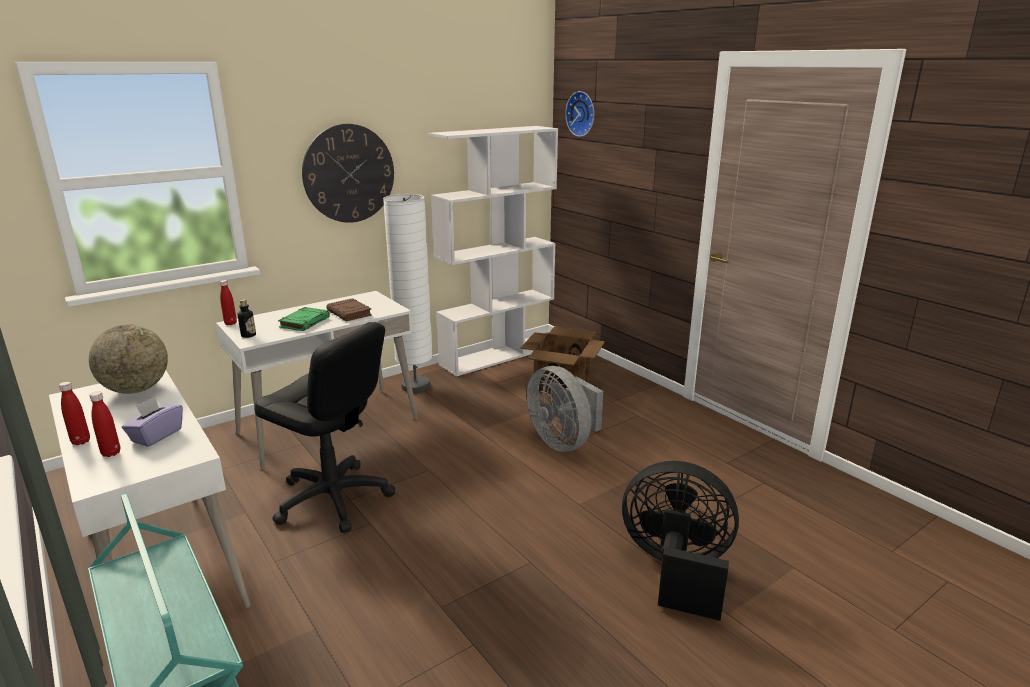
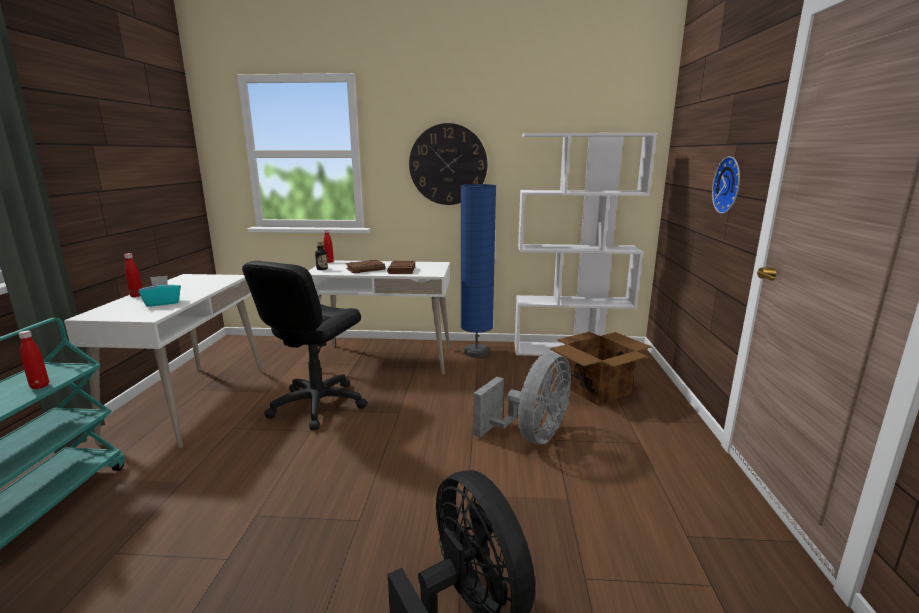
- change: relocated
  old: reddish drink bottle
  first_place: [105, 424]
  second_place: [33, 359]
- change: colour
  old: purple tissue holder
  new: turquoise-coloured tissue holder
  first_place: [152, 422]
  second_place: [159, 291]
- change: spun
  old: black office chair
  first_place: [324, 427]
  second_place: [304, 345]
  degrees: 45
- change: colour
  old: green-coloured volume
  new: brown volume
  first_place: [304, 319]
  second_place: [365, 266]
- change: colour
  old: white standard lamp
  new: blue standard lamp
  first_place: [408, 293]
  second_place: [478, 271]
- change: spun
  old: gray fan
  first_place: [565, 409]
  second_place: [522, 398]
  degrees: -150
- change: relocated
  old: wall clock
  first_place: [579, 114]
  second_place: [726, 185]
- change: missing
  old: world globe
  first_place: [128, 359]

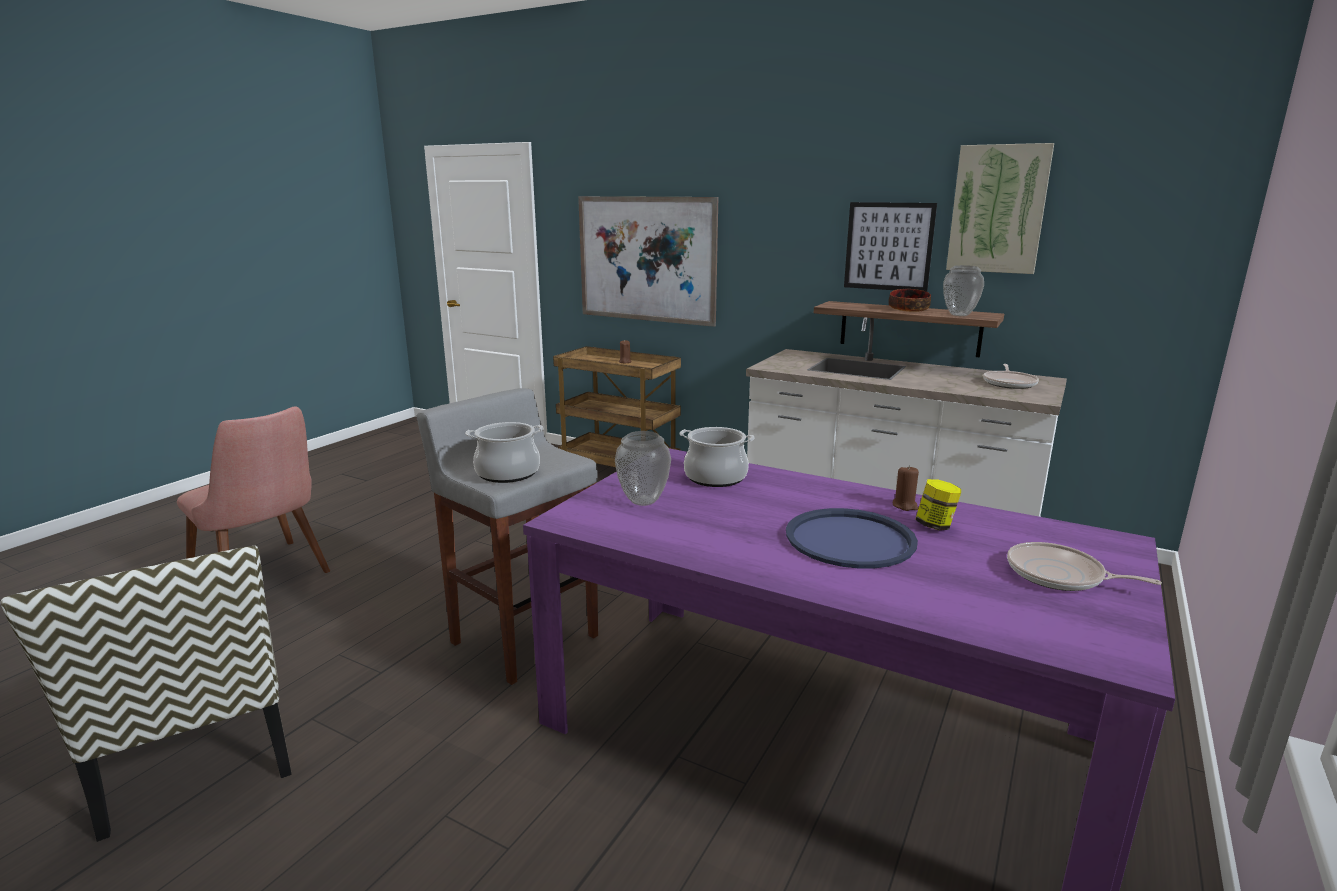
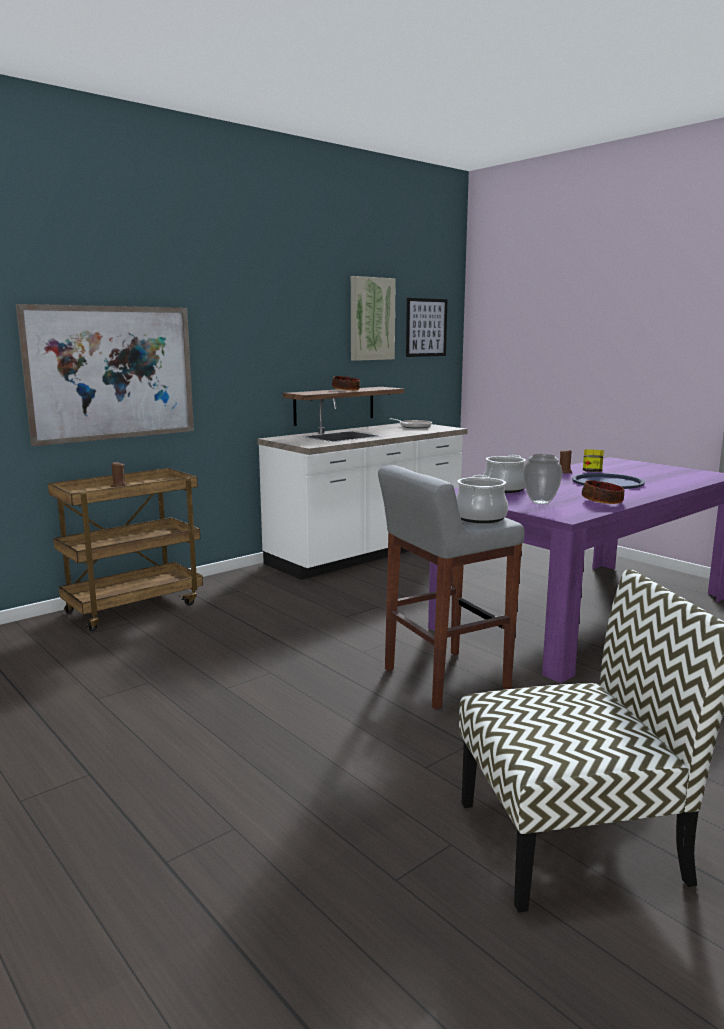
- change: relocated
  old: picture
  first_place: [890, 247]
  second_place: [426, 327]
- change: appeared
  new: deep dish
  second_place: [603, 492]
- change: missing
  old: pink plain chair
  first_place: [253, 489]
- change: missing
  old: vase
  first_place: [963, 290]
- change: missing
  old: pan
  first_place: [1084, 566]

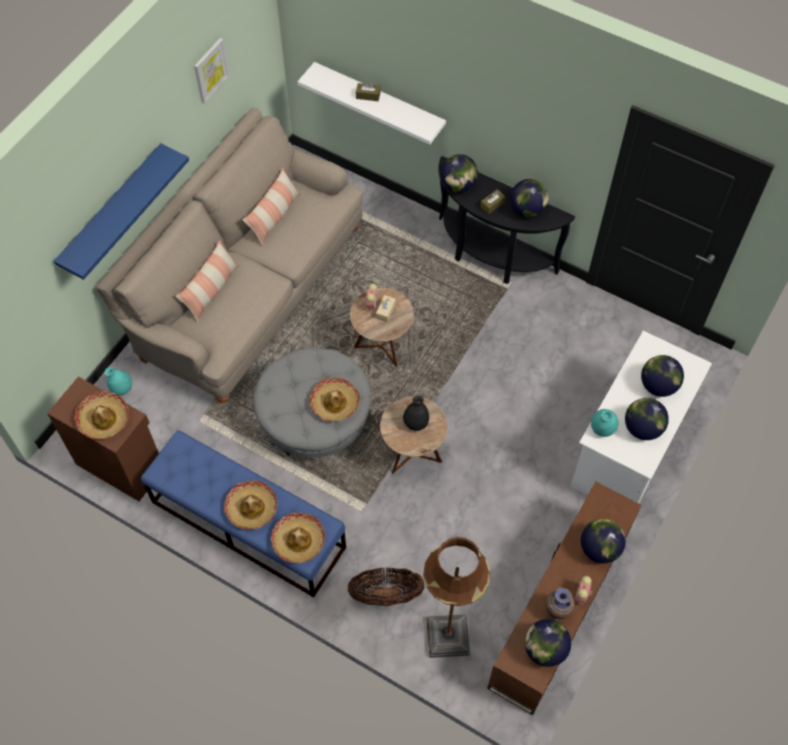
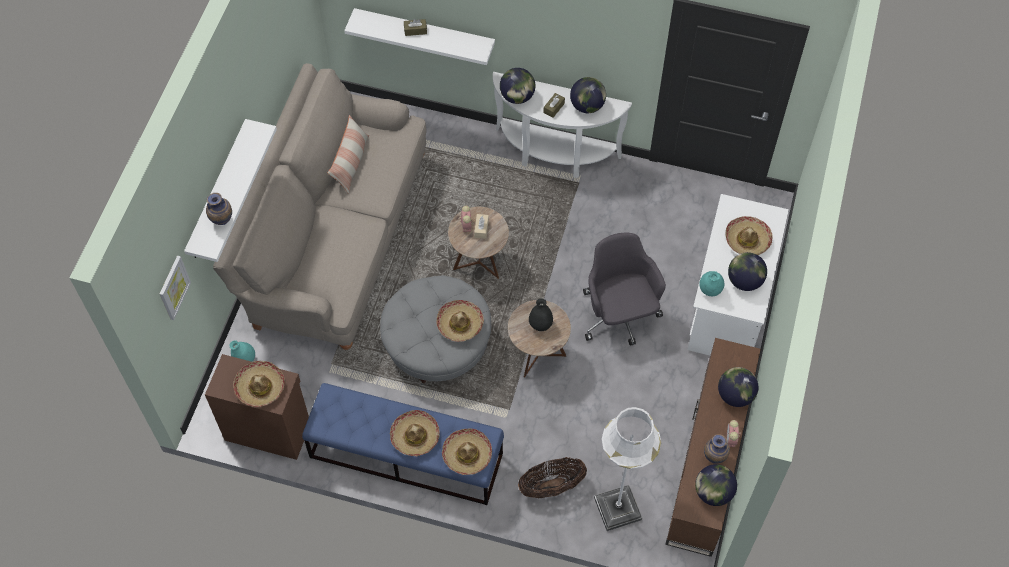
- change: relocated
  old: picture
  first_place: [211, 71]
  second_place: [175, 288]
- change: colour
  old: blue bracket shelf
  new: white bracket shelf
  first_place: [121, 211]
  second_place: [230, 190]
- change: appeared
  new: vase
  second_place: [219, 209]
- change: colour
  old: black hall table
  new: white hall table
  first_place: [507, 220]
  second_place: [562, 125]
- change: appeared
  new: gray office chair
  second_place: [624, 289]
- change: colour
  old: brown standard lamp
  new: white standard lamp
  first_place: [456, 597]
  second_place: [627, 469]
- change: exchanged
  old: world globe
  new: hat
  first_place: [662, 376]
  second_place: [748, 235]
- change: missing
  old: throw pillow
  first_place: [207, 281]

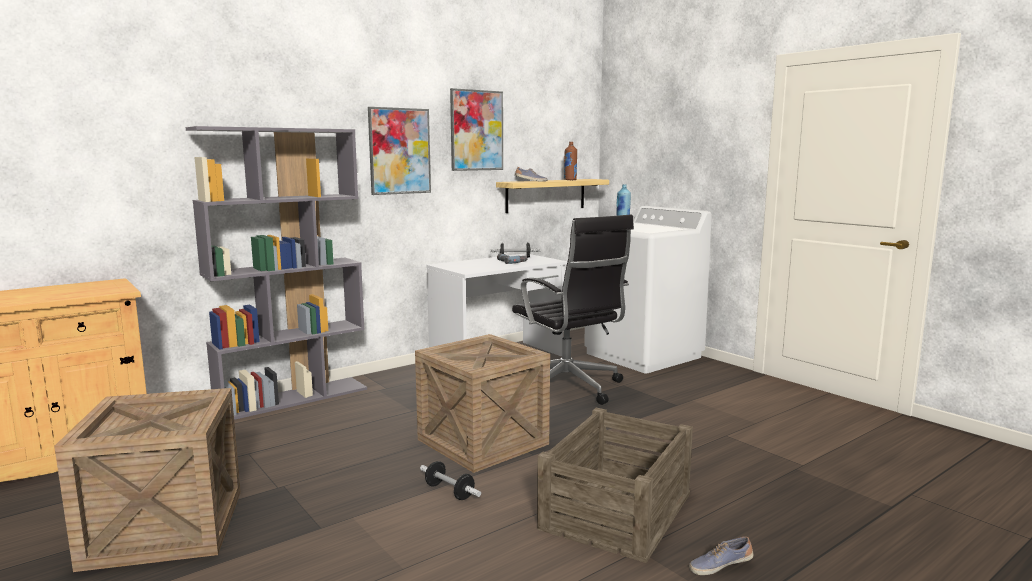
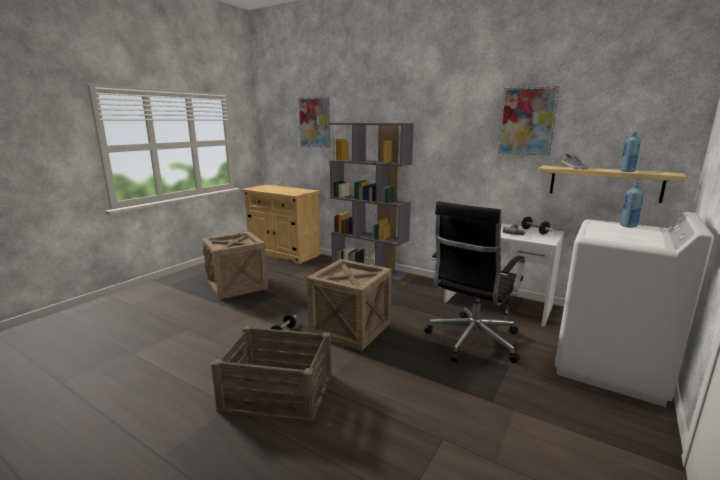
- change: relocated
  old: picture
  first_place: [399, 151]
  second_place: [314, 122]
- change: colour
  old: brown drink bottle
  new: blue drink bottle
  first_place: [570, 161]
  second_place: [630, 152]
- change: missing
  old: low shoe
  first_place: [721, 556]

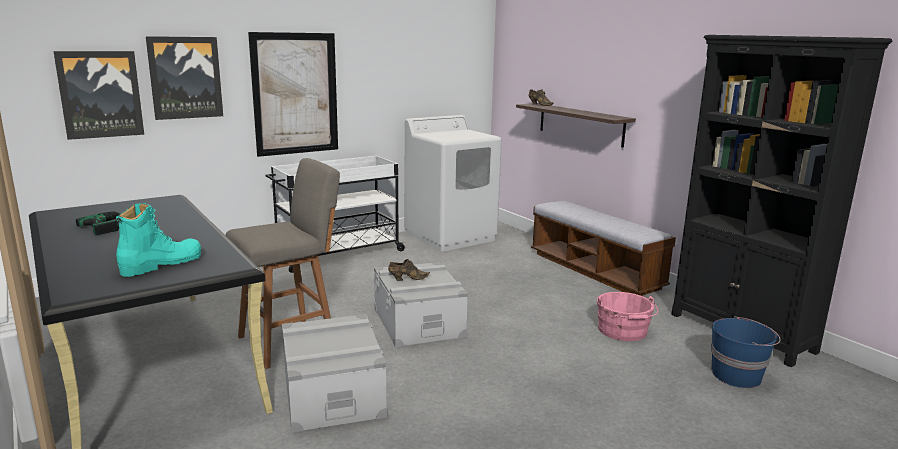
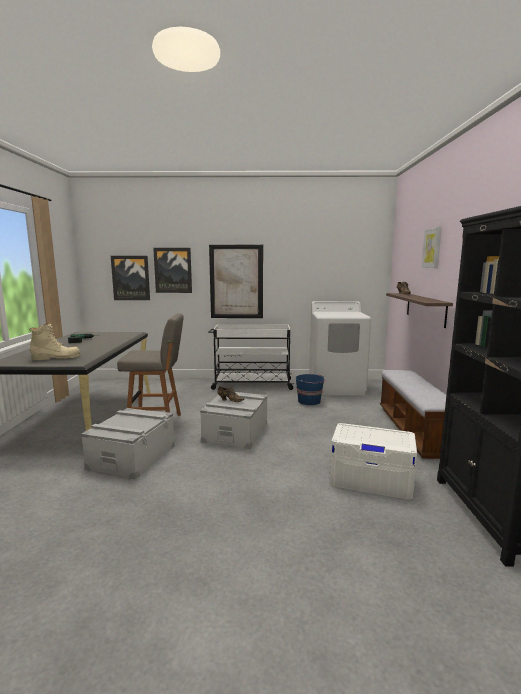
- change: colour
  old: turquoise-coloured high-top boot
  new: beige-coloured high-top boot
  first_place: [158, 240]
  second_place: [54, 341]
- change: relocated
  old: blue bucket
  first_place: [746, 352]
  second_place: [311, 389]
- change: exchanged
  old: pink bucket
  new: white storage box
  first_place: [627, 316]
  second_place: [373, 461]
- change: appeared
  new: picture
  second_place: [431, 247]

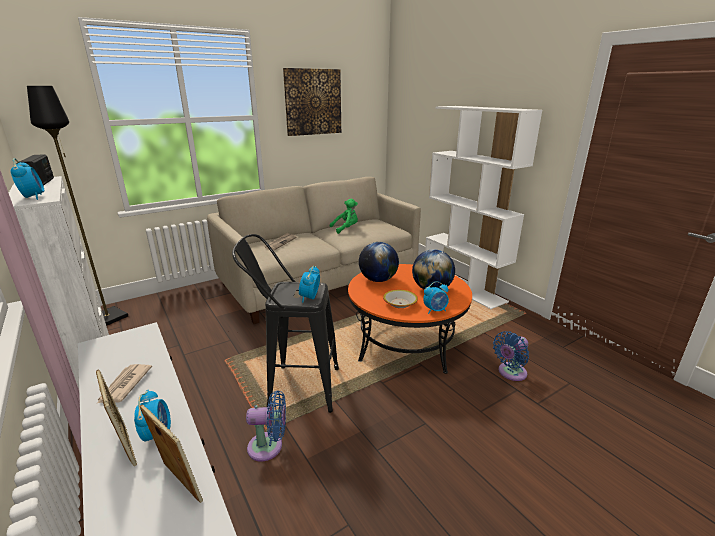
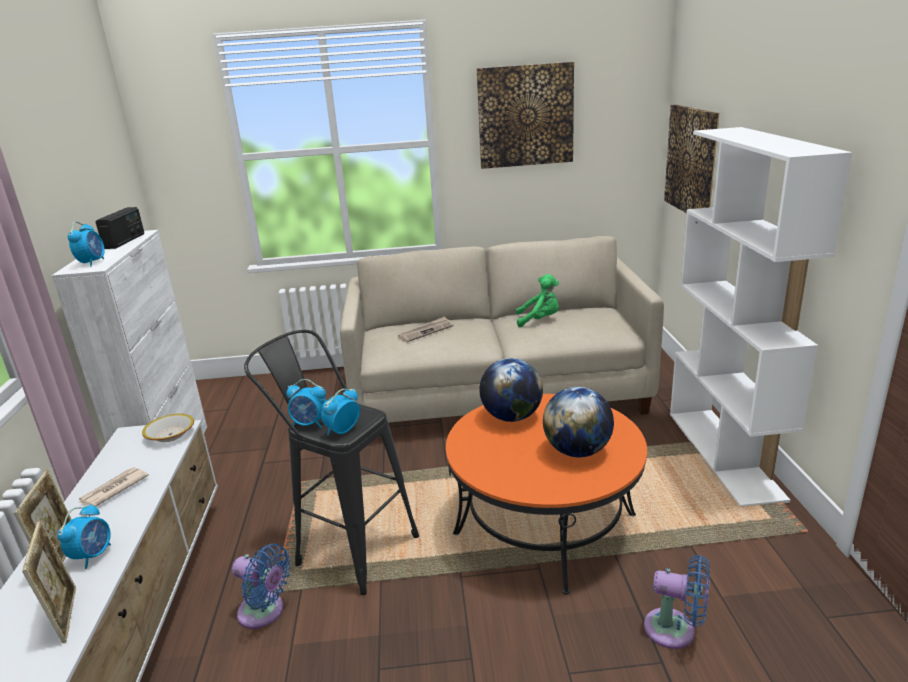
- change: relocated
  old: deep dish
  first_place: [400, 299]
  second_place: [168, 428]
- change: relocated
  old: alarm clock
  first_place: [436, 297]
  second_place: [306, 403]
- change: spun
  old: blue fan
  first_place: [511, 356]
  second_place: [677, 602]
  degrees: -150
- change: appeared
  new: picture
  second_place: [691, 158]
- change: missing
  old: black standard lamp
  first_place: [77, 206]

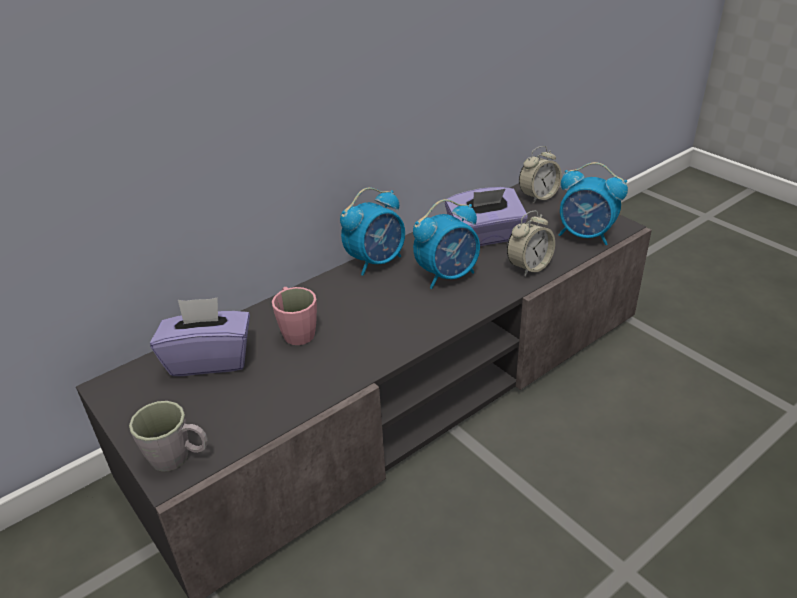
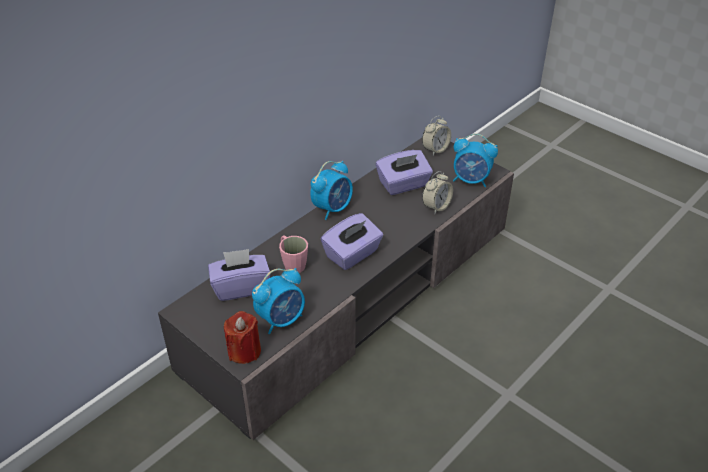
- change: exchanged
  old: gray tea mug
  new: reddish wax light
  first_place: [168, 436]
  second_place: [242, 337]
- change: relocated
  old: alarm clock
  first_place: [446, 244]
  second_place: [278, 301]
- change: appeared
  new: purple tissue holder
  second_place: [352, 241]

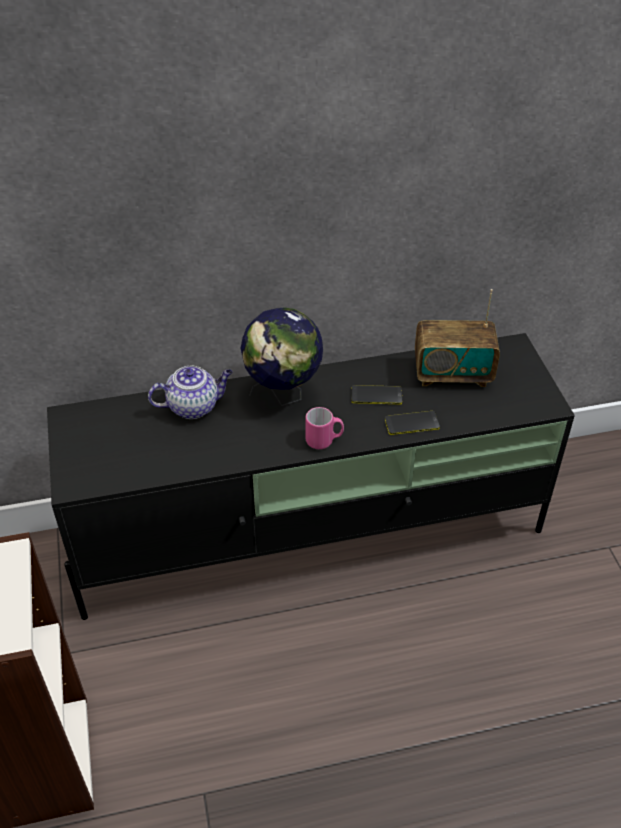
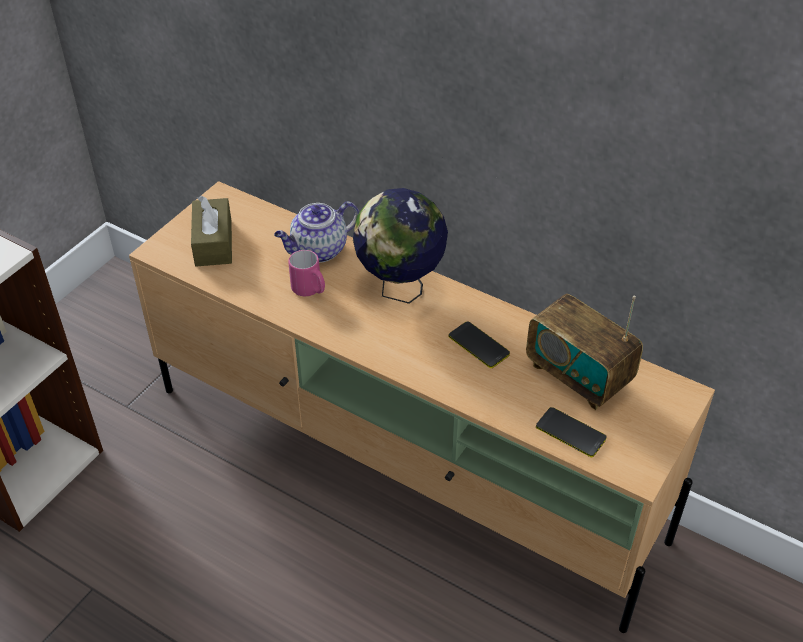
- change: colour
  old: black tv stand
  new: beige-coloured tv stand
  first_place: [311, 476]
  second_place: [422, 407]
- change: appeared
  new: brown tissue holder
  second_place: [211, 231]
- change: spun
  old: tea pot
  first_place: [190, 392]
  second_place: [316, 231]
  degrees: 120
- change: relocated
  old: pink tea mug
  first_place: [324, 428]
  second_place: [306, 273]
- change: relocated
  old: handset
  first_place: [412, 423]
  second_place: [571, 432]

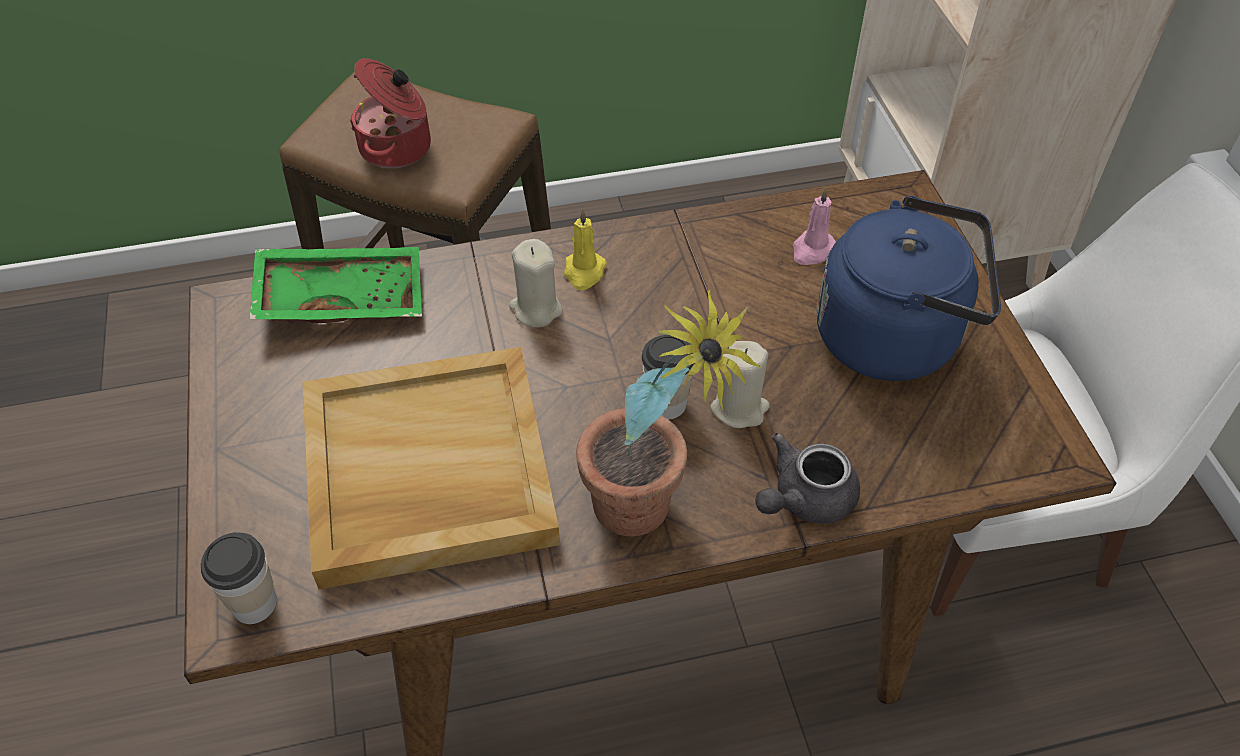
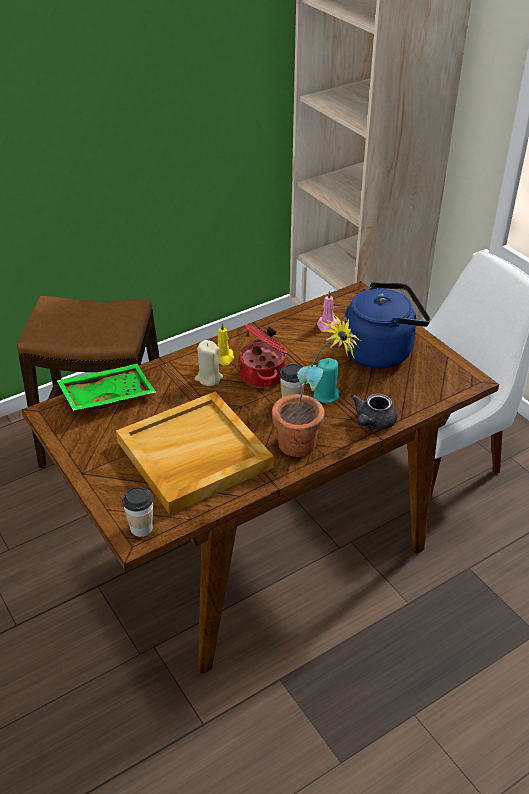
- change: relocated
  old: cooking pot
  first_place: [390, 113]
  second_place: [263, 356]
- change: colour
  old: beige-coloured wax light
  new: turquoise-coloured wax light
  first_place: [740, 384]
  second_place: [326, 380]

